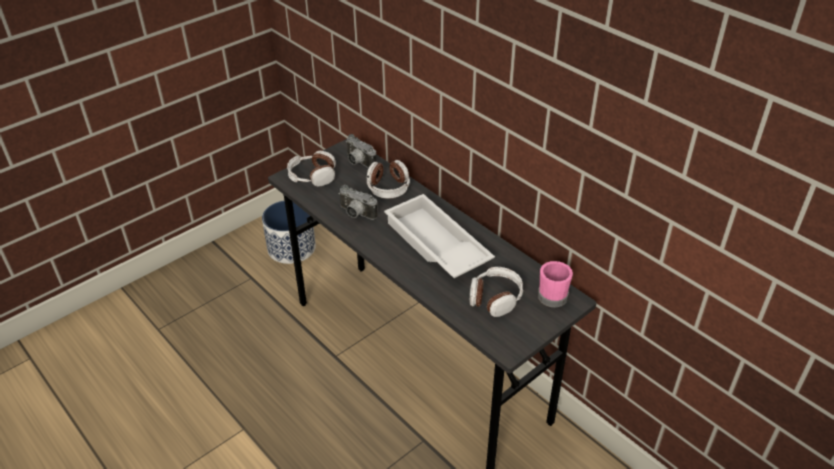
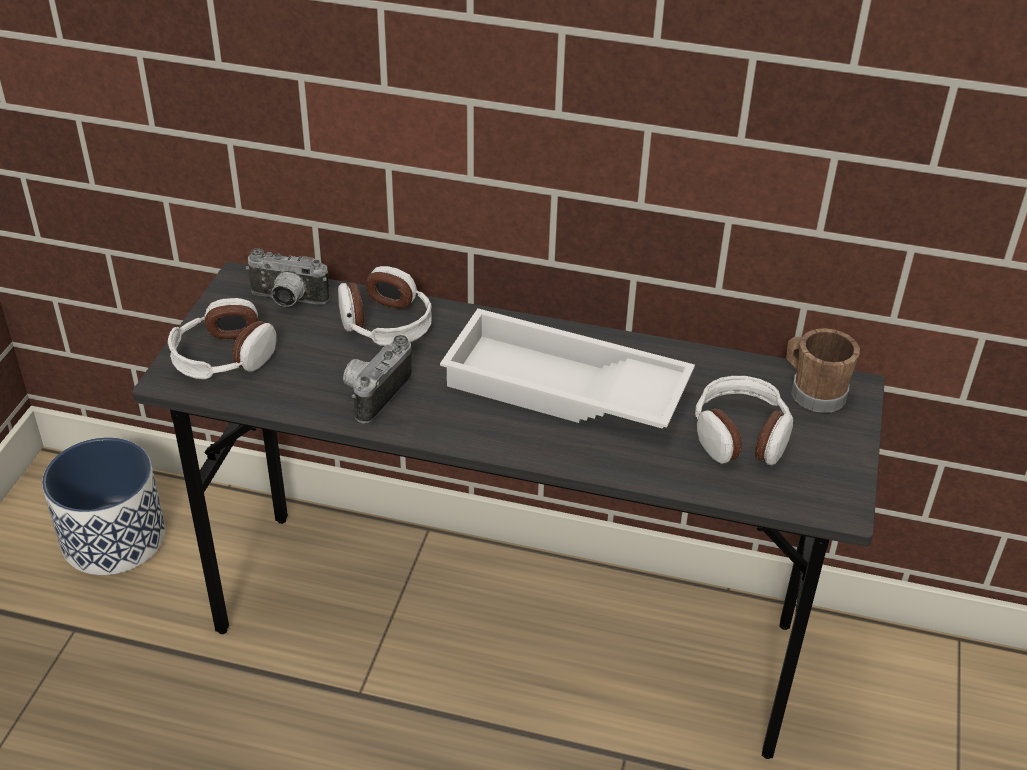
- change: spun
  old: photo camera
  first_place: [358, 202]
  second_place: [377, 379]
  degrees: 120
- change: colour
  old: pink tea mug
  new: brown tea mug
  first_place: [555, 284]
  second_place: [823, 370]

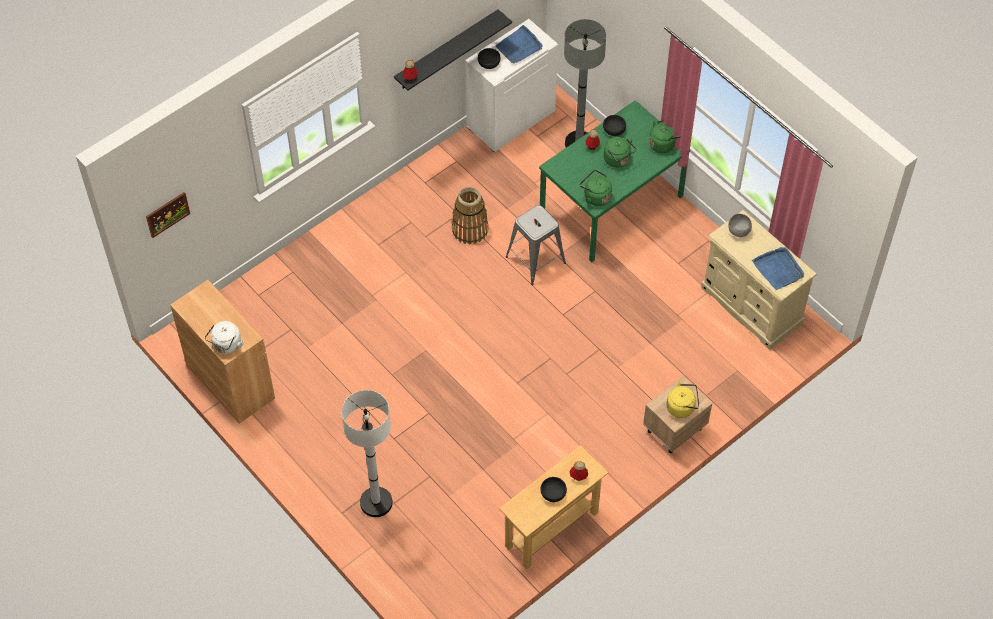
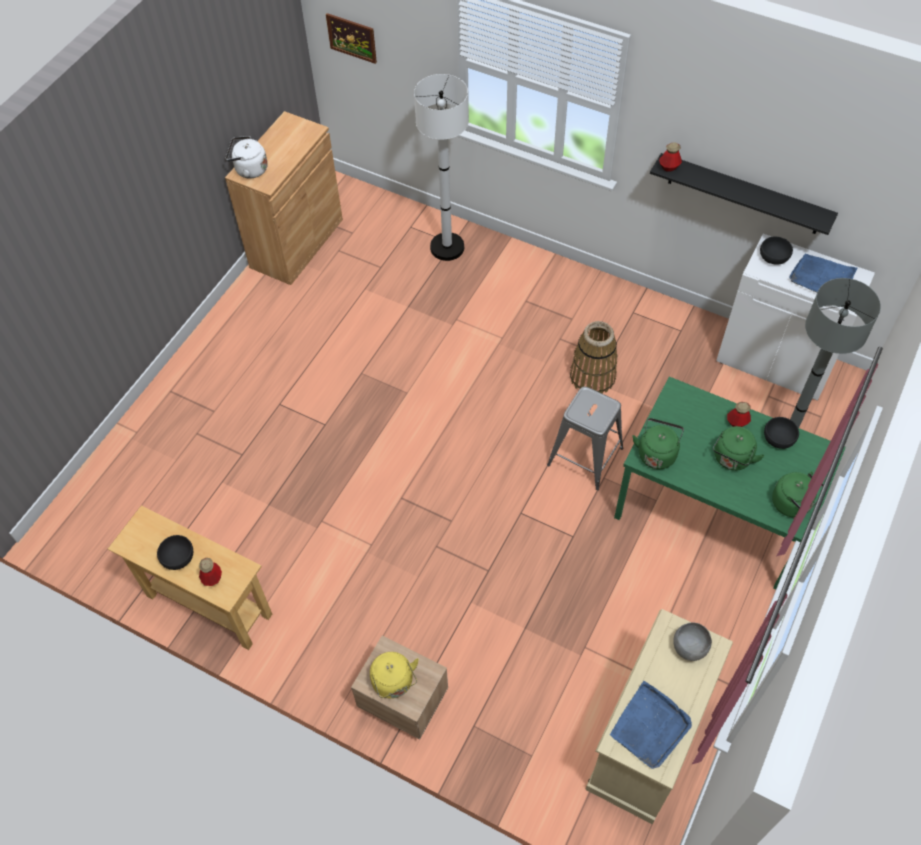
- change: relocated
  old: white standard lamp
  first_place: [367, 453]
  second_place: [441, 167]

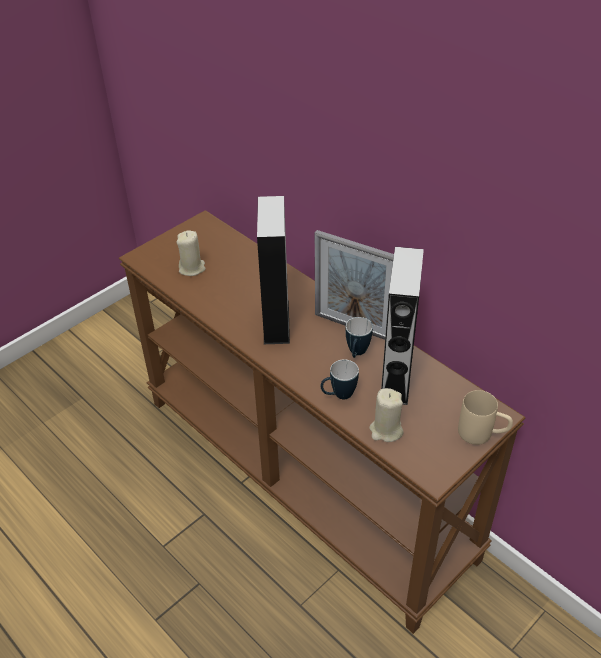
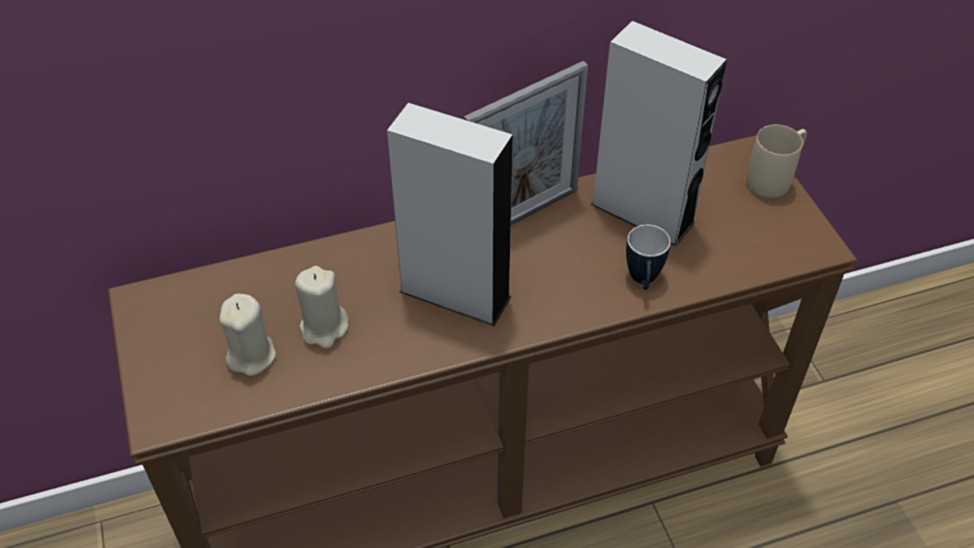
- change: relocated
  old: beige-coloured wax light
  first_place: [386, 415]
  second_place: [322, 307]
- change: missing
  old: tea mug
  first_place: [359, 337]

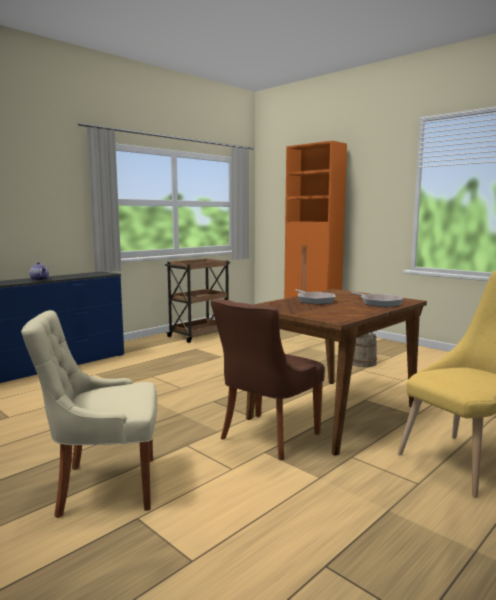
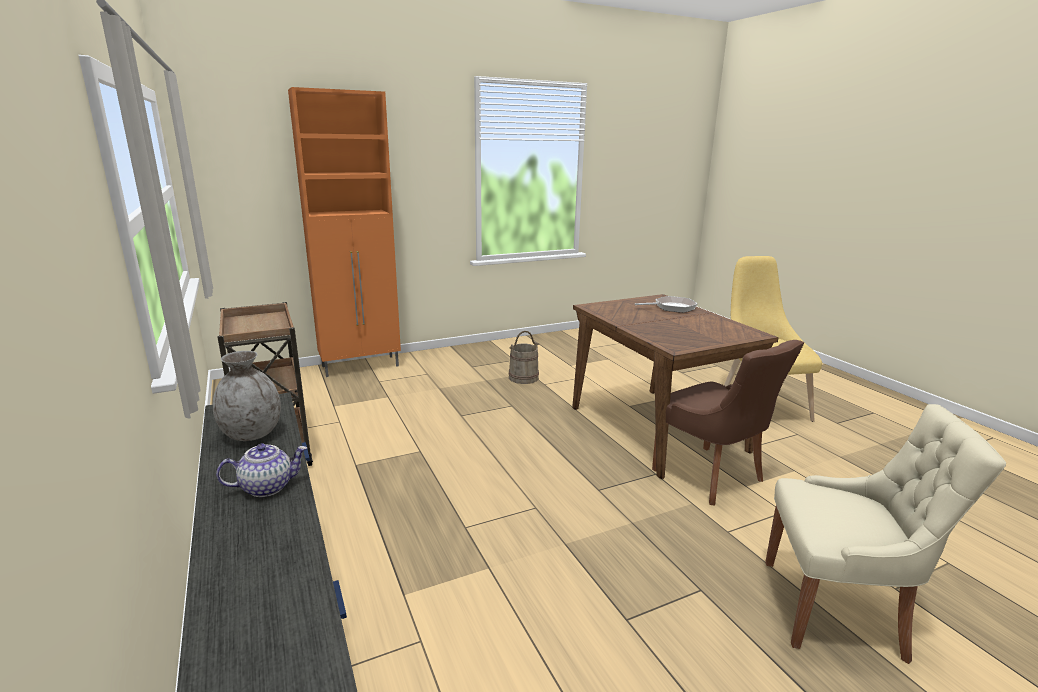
- change: appeared
  new: gray vase
  second_place: [247, 396]
- change: spun
  old: beige-coloured plain chair
  first_place: [89, 414]
  second_place: [885, 534]
  degrees: -90
- change: missing
  old: pan
  first_place: [315, 296]

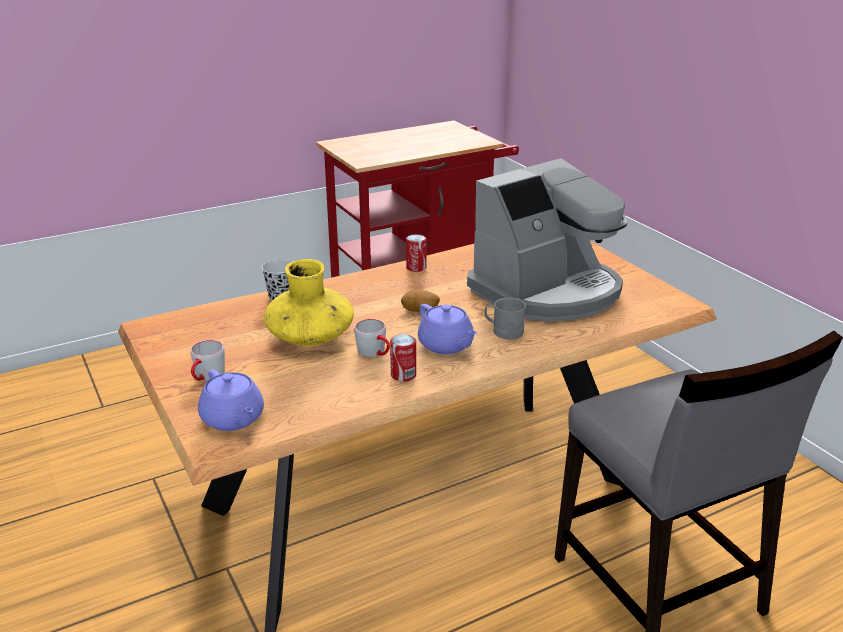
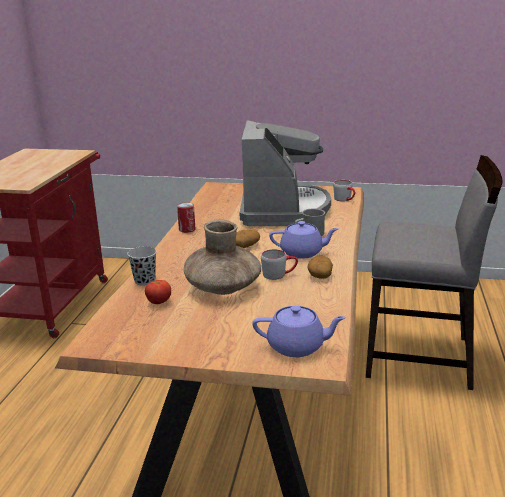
- change: appeared
  new: fresh tomato
  second_place: [158, 292]
- change: colour
  old: yellow-coloured vase
  new: brown vase
  first_place: [309, 302]
  second_place: [222, 257]
- change: exchanged
  old: metal can
  new: spud
  first_place: [403, 358]
  second_place: [320, 267]
- change: relocated
  old: gray tea mug
  first_place: [208, 360]
  second_place: [344, 191]

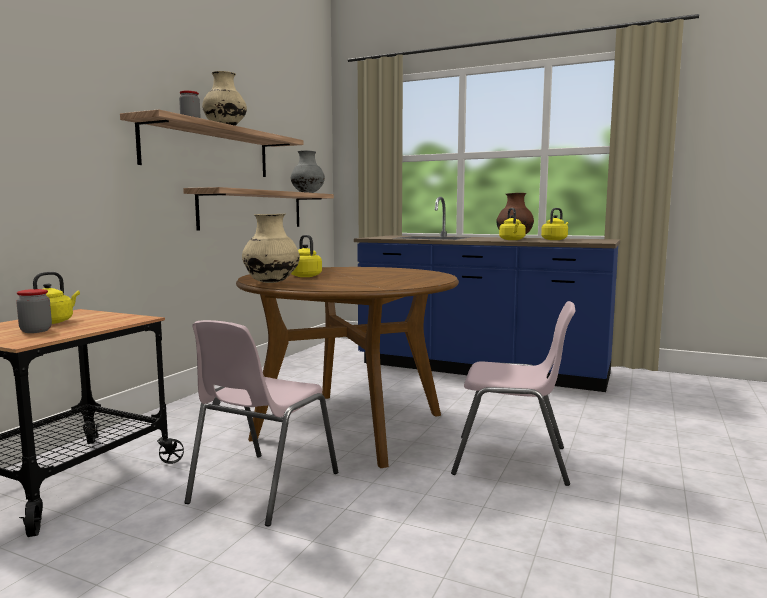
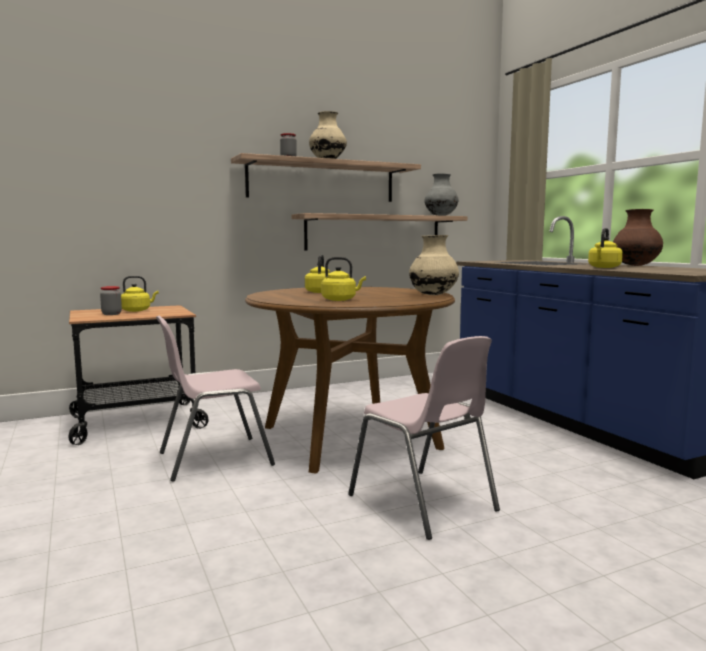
- change: relocated
  old: yellow-coloured tea kettle
  first_place: [555, 224]
  second_place: [343, 279]
- change: relocated
  old: beige-coloured vase
  first_place: [271, 248]
  second_place: [434, 265]

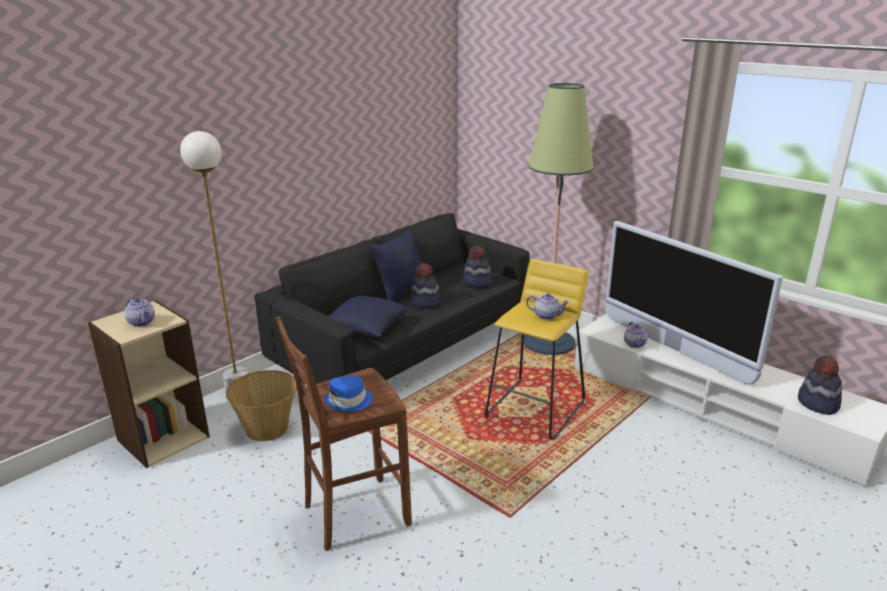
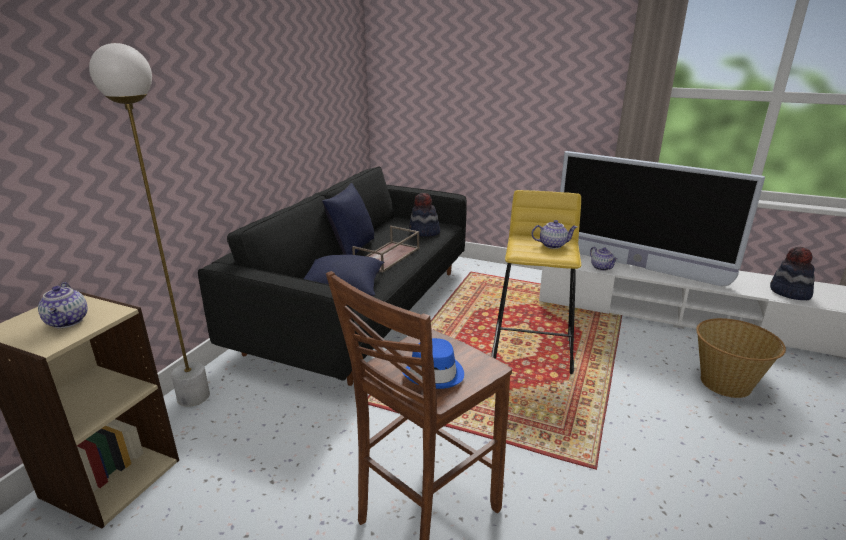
- change: spun
  old: tea pot
  first_place: [140, 312]
  second_place: [63, 305]
  degrees: 45
- change: exchanged
  old: hat
  new: brown tray
  first_place: [425, 286]
  second_place: [385, 249]
- change: relocated
  old: basket
  first_place: [261, 405]
  second_place: [741, 358]
- change: missing
  old: standard lamp
  first_place: [559, 219]

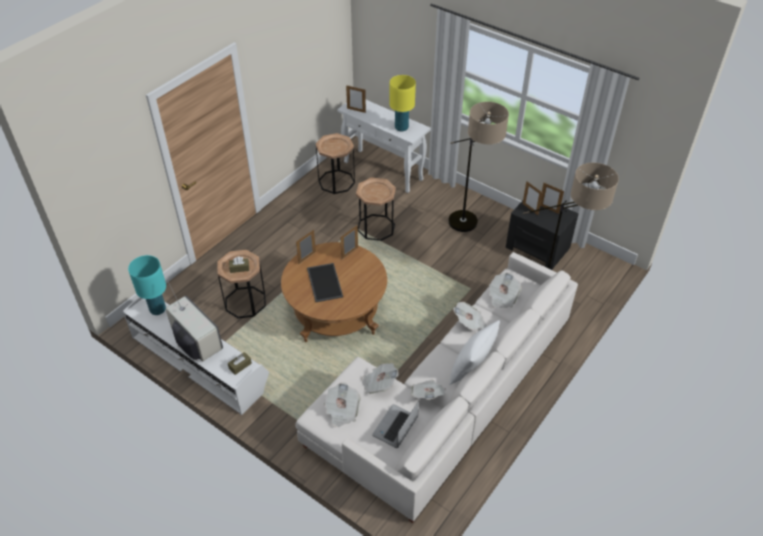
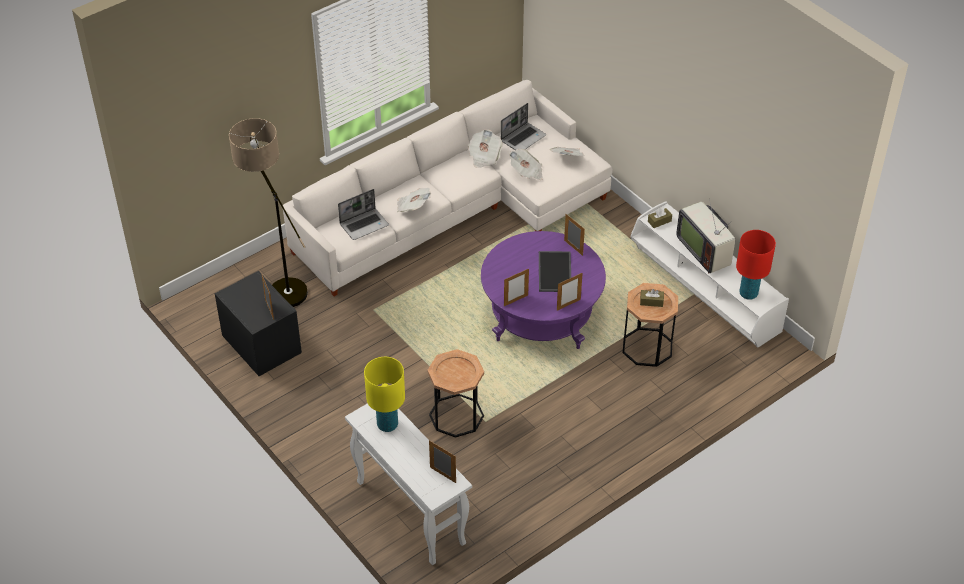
- change: exchanged
  old: newspaper
  new: notebook computer
  first_place: [505, 290]
  second_place: [363, 214]
- change: colour
  old: brown low table
  new: purple low table
  first_place: [334, 292]
  second_place: [543, 290]
- change: relocated
  old: photo frame
  first_place: [552, 198]
  second_place: [574, 235]
- change: colour
  old: turquoise-coloured tabletop lamp
  new: reddish tabletop lamp
  first_place: [147, 285]
  second_place: [756, 265]
- change: missing
  old: brown end table
  first_place: [335, 163]
- change: missing
  old: standard lamp
  first_place: [479, 167]
- change: missing
  old: white throw pillow
  first_place: [474, 352]

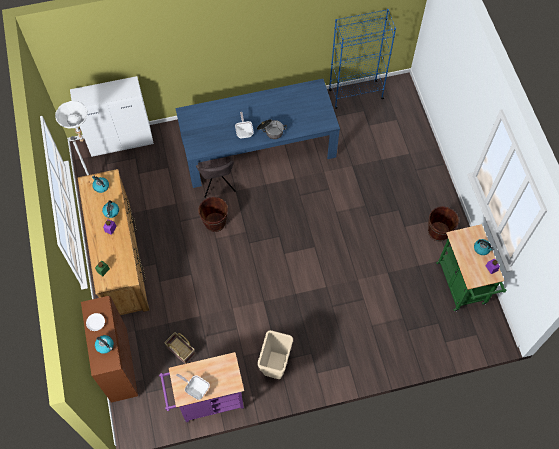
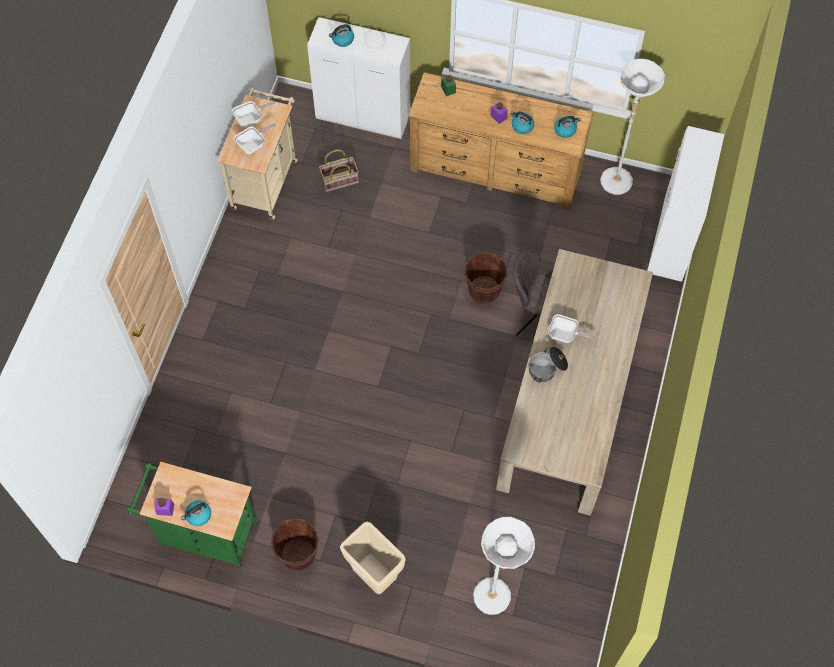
- change: colour
  old: purple wheeled cart
  new: beige-coloured wheeled cart
  first_place: [201, 387]
  second_place: [257, 153]
- change: appeared
  new: pan
  second_place: [254, 138]
- change: colour
  old: brown cupboard
  new: white cupboard
  first_place: [109, 349]
  second_place: [358, 78]
- change: relocated
  old: beige-coloured waste bin
  first_place: [275, 354]
  second_place: [373, 558]
- change: appeared
  new: white standard lamp
  second_place: [504, 566]
- change: colour
  old: blue dinner table
  new: beige-coloured dinner table
  first_place: [257, 133]
  second_place: [574, 382]
- change: missing
  old: blue bookcase
  first_place: [362, 59]

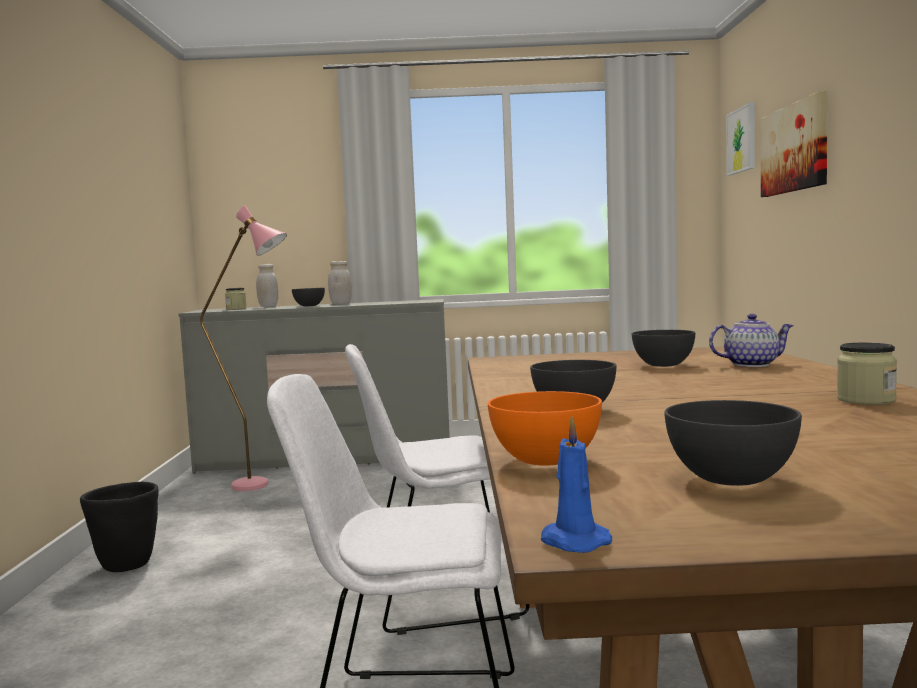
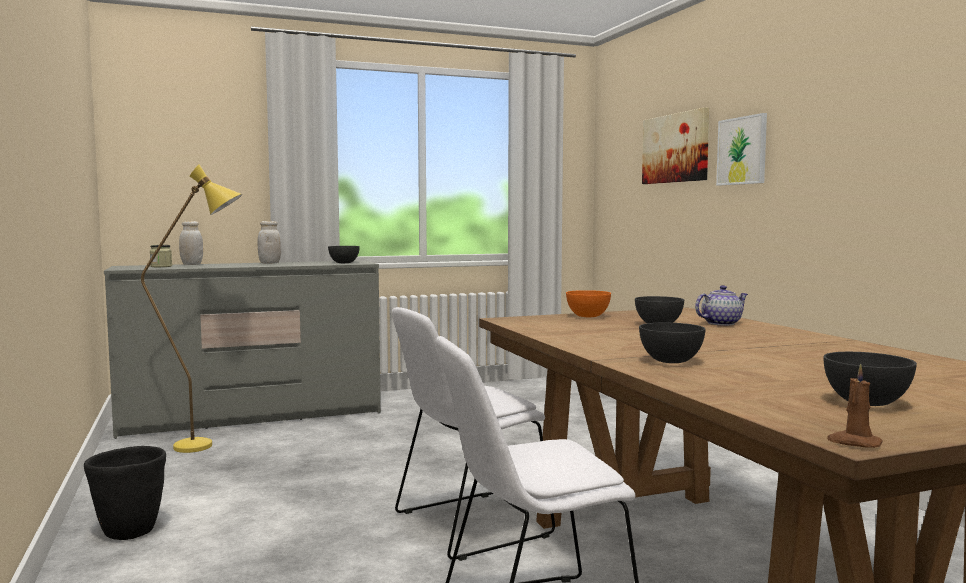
- change: colour
  old: pink standard lamp
  new: yellow-coloured standard lamp
  first_place: [243, 348]
  second_place: [191, 308]
- change: relocated
  old: gray deep dish
  first_place: [308, 297]
  second_place: [344, 254]
- change: relocated
  old: orange deep dish
  first_place: [545, 428]
  second_place: [588, 303]
- change: relocated
  old: picture
  first_place: [740, 139]
  second_place: [741, 149]
- change: colour
  old: blue wax light
  new: brown wax light
  first_place: [576, 484]
  second_place: [855, 406]
- change: missing
  old: storage jar
  first_place: [867, 374]

